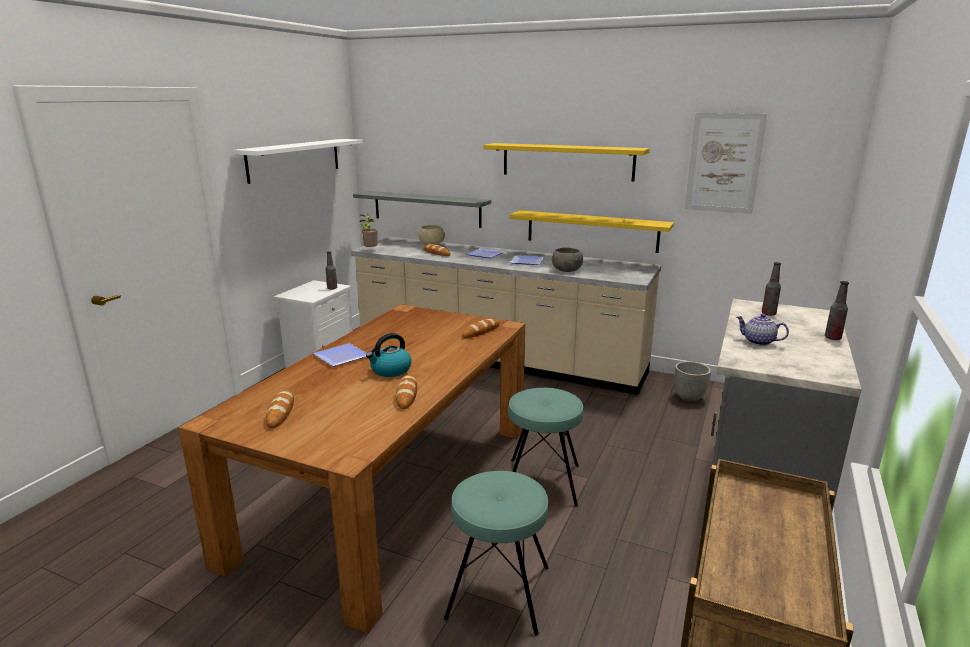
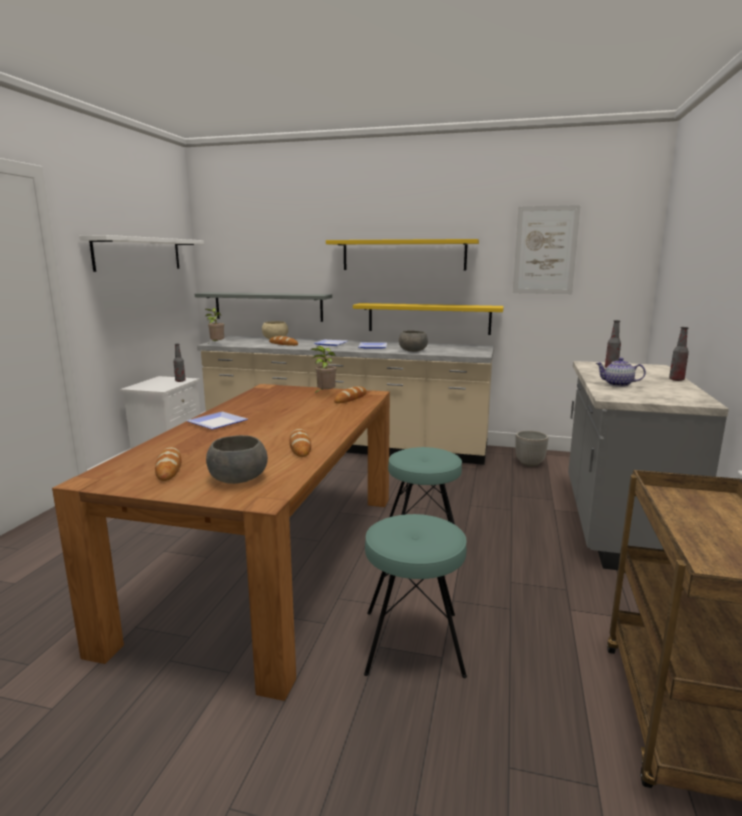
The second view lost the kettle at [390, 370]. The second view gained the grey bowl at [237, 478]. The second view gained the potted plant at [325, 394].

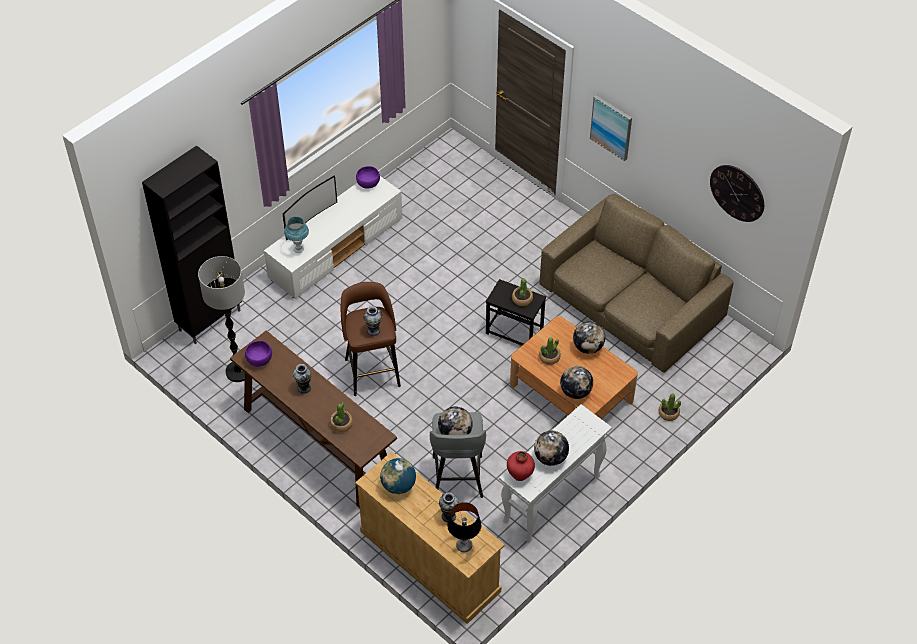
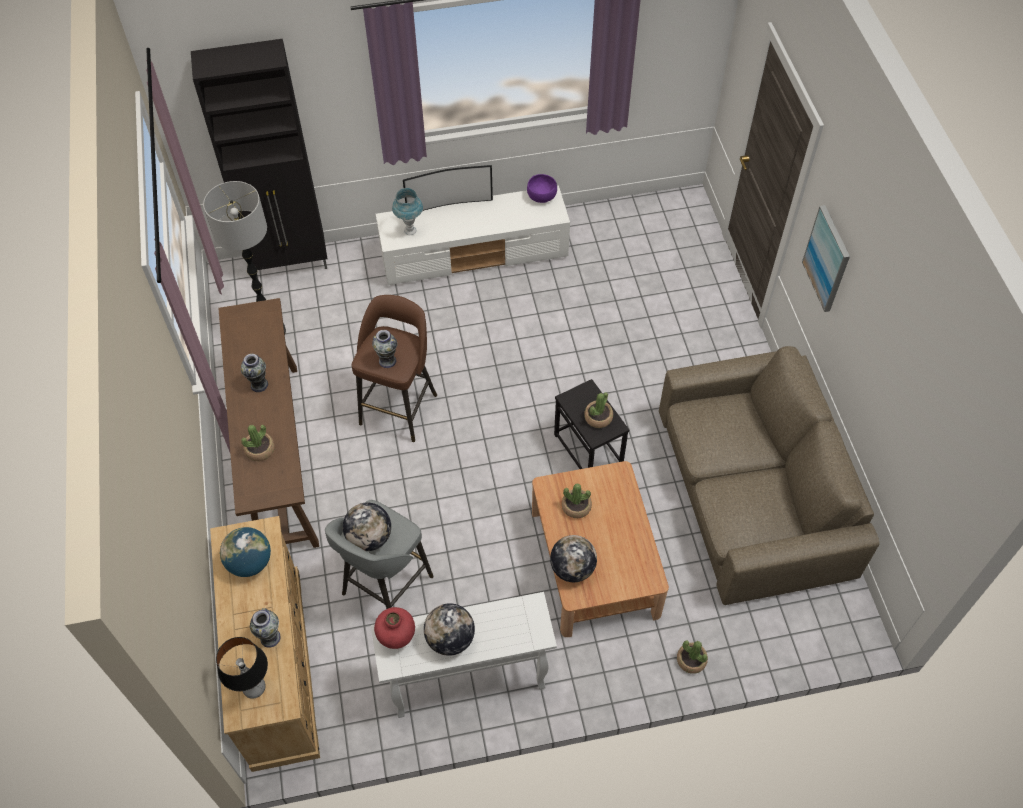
The second view lost the purple bowl at [260, 360]. The second view lost the globe at [588, 347]. The second view lost the wall clock at [737, 193].

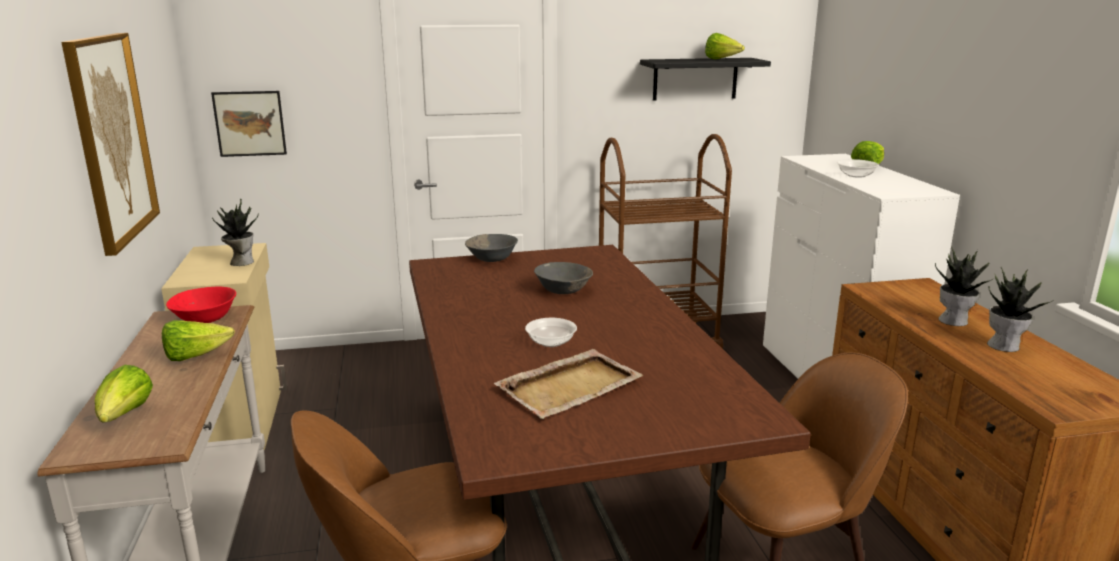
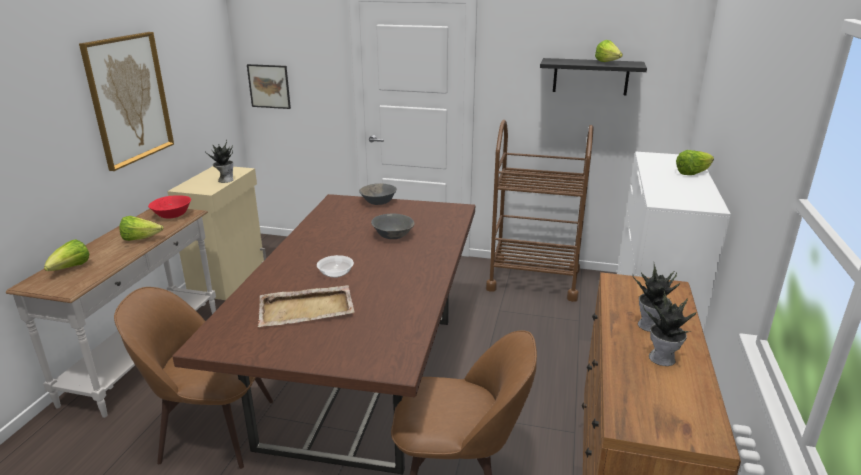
The second view lost the bowl at [856, 175].

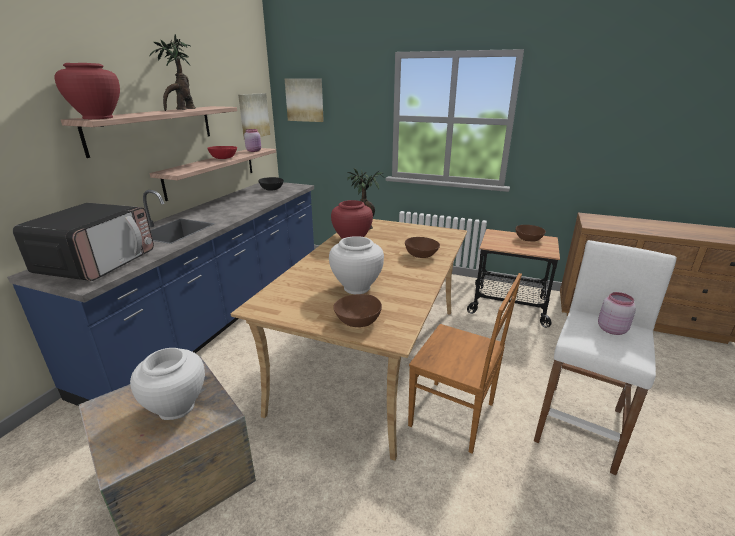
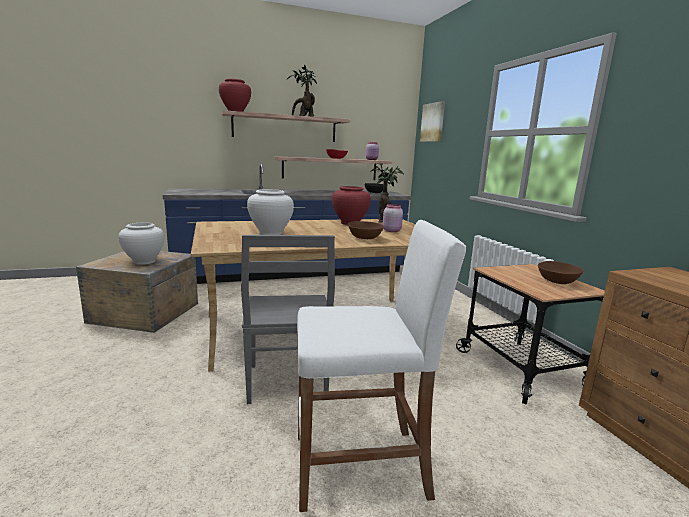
The second view lost the microwave at [98, 263]. The second view lost the picture at [253, 115]. The second view lost the brown bowl at [357, 321]. What was the brown chair at [454, 415] turned into the grey chair at [287, 383]. The pink jar ended up elsewhere, having gone from [610, 329] to [392, 231].

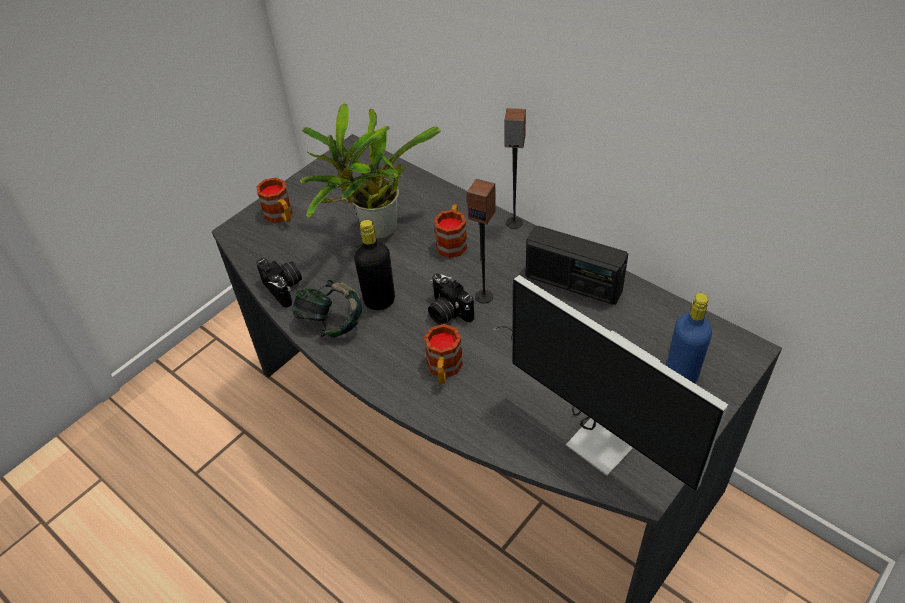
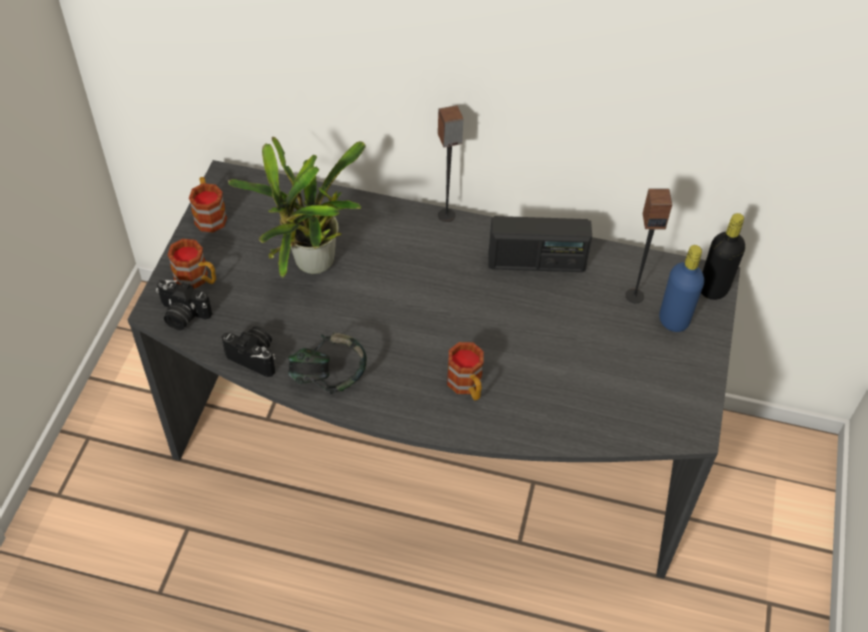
The black bottle ended up elsewhere, having gone from [379, 301] to [713, 289]. The photo camera ended up elsewhere, having gone from [447, 312] to [182, 315]. The mug ended up elsewhere, having gone from [452, 242] to [209, 215]. The speaker ended up elsewhere, having gone from [484, 296] to [634, 295]. The second view lost the monitor at [591, 423].

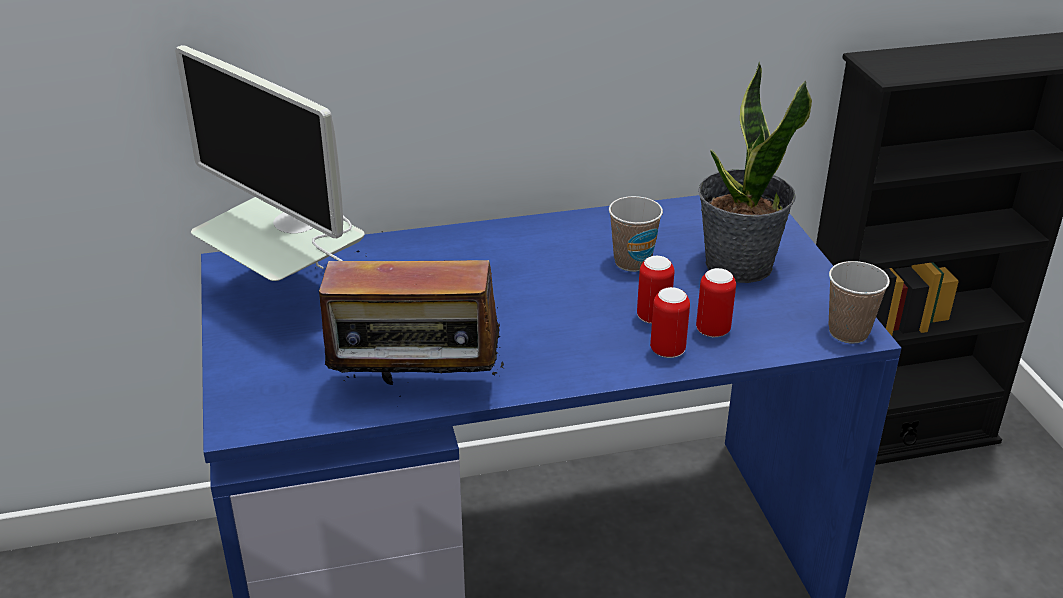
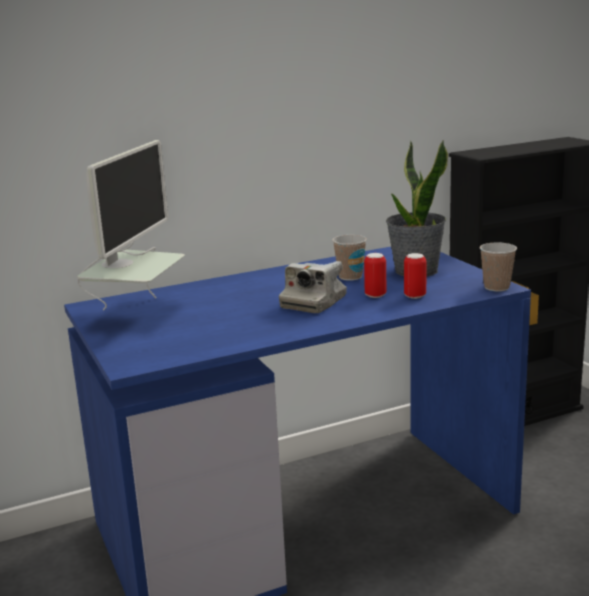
The monitor at [291, 296] ended up facing another way, 105 degrees counterclockwise from before. The second view lost the radio at [416, 392]. The second view lost the can at [667, 350]. The second view gained the photo camera at [314, 302].

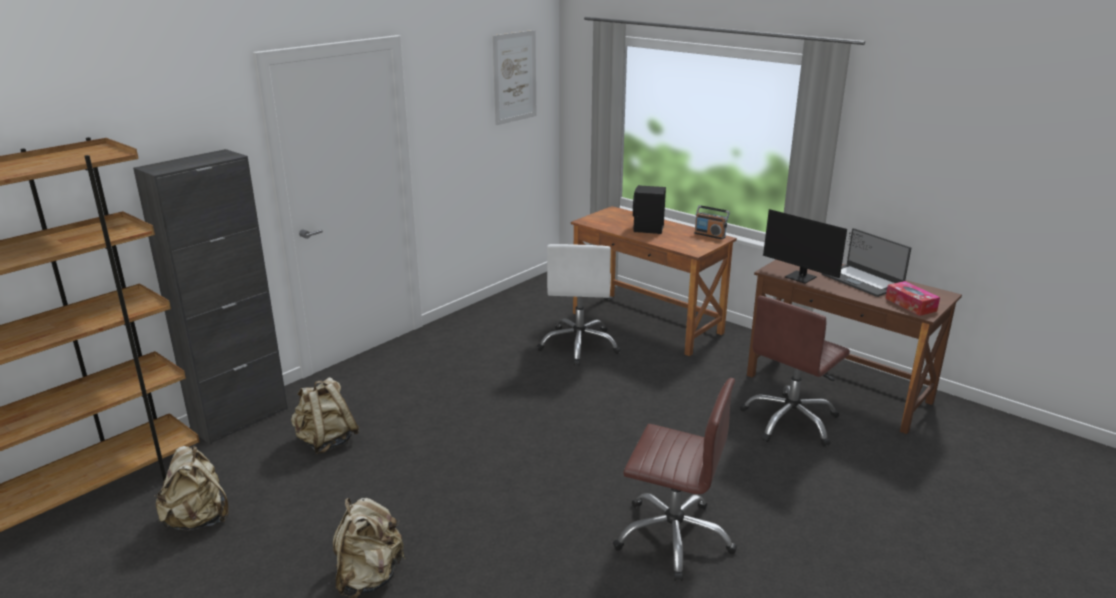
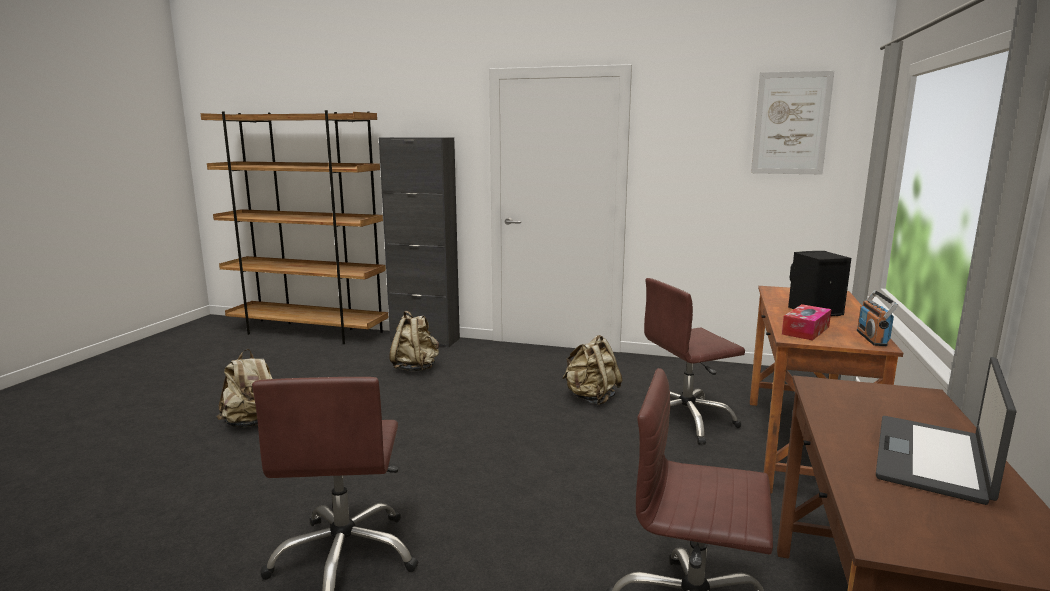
The beige backpack ended up elsewhere, having gone from [198, 520] to [591, 398]. What was the white office chair at [579, 345] turned into the brown office chair at [685, 421]. The second view lost the monitor at [804, 278]. The tissue box ended up elsewhere, having gone from [910, 305] to [805, 330].

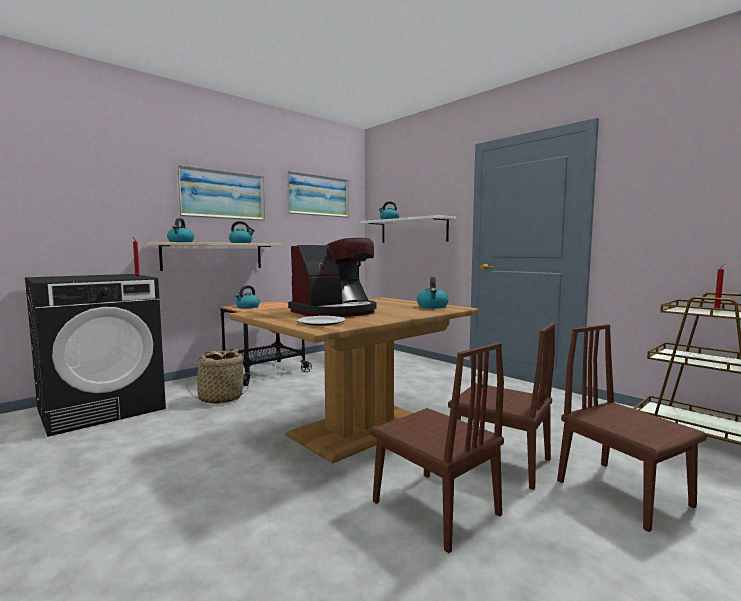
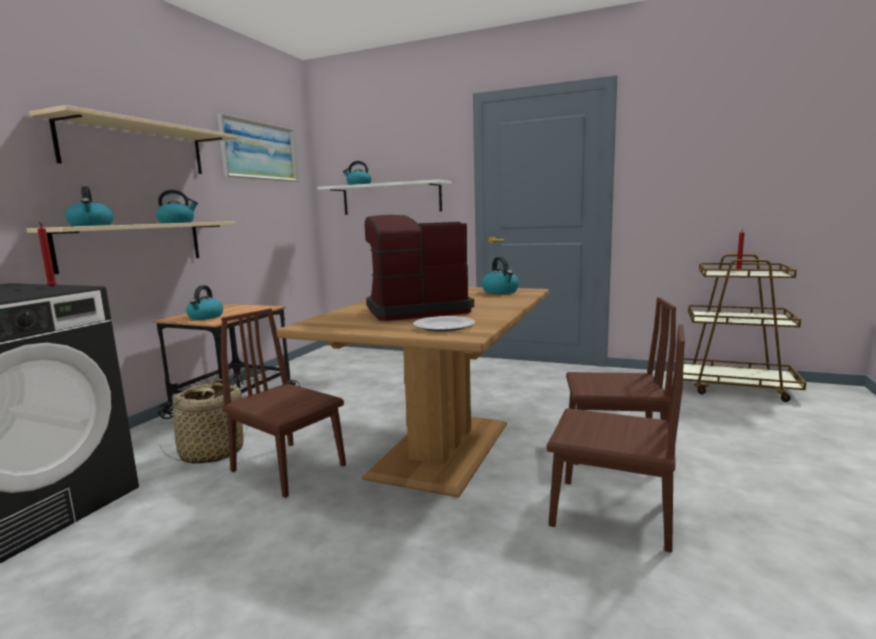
Where the picture hung at [222, 194], the beige shelf came to hang at [135, 148]. The coffee machine at [335, 312] ended up facing another way, 135 degrees counterclockwise from before. The brown chair ended up elsewhere, having gone from [623, 493] to [288, 468].

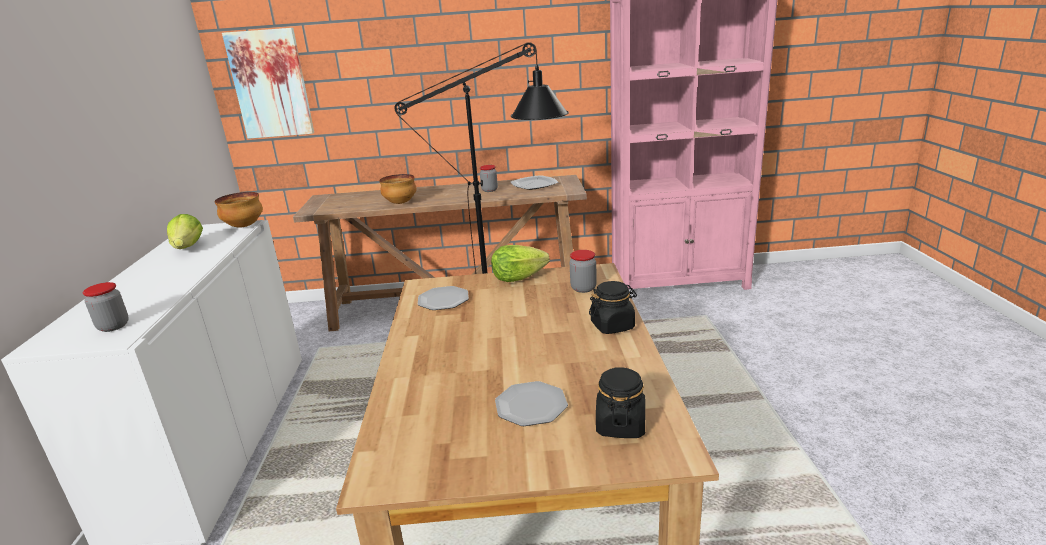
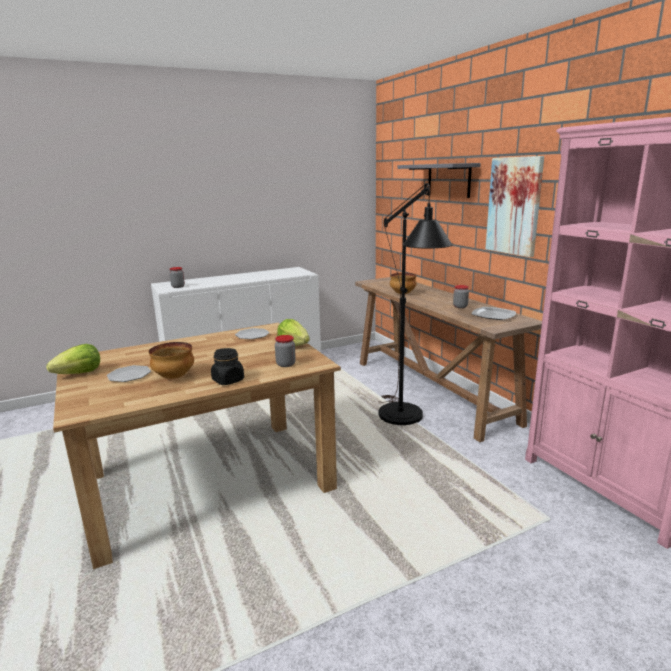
The lettuce ended up elsewhere, having gone from [188, 247] to [79, 374]. The bowl ended up elsewhere, having gone from [244, 226] to [174, 377]. The picture ended up elsewhere, having gone from [270, 84] to [514, 206]. The second view lost the black jar at [620, 425]. The second view gained the grey shelf at [448, 180].

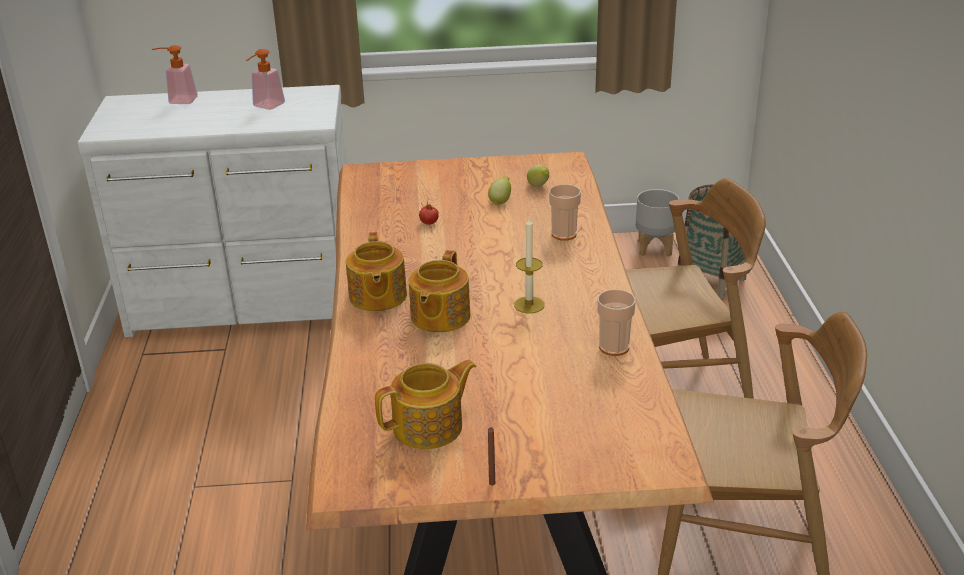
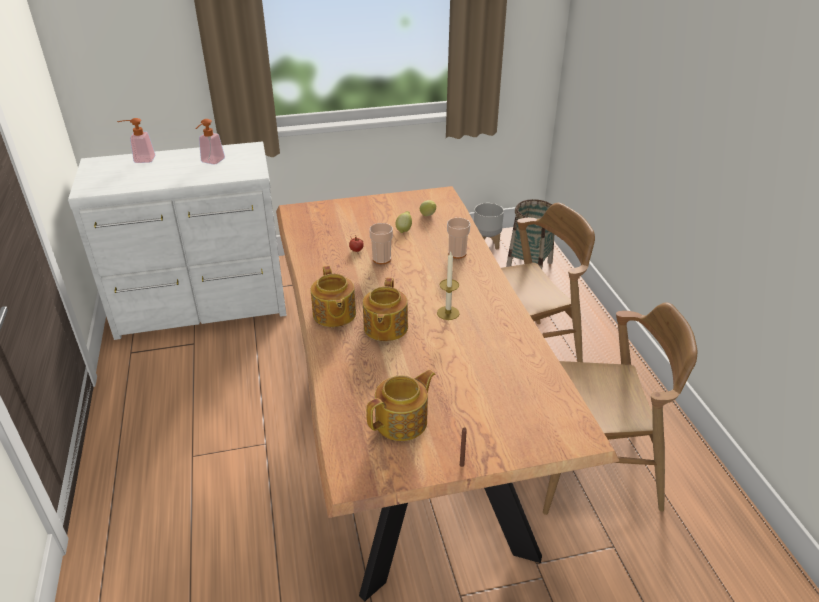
The cup ended up elsewhere, having gone from [614, 347] to [381, 259].

